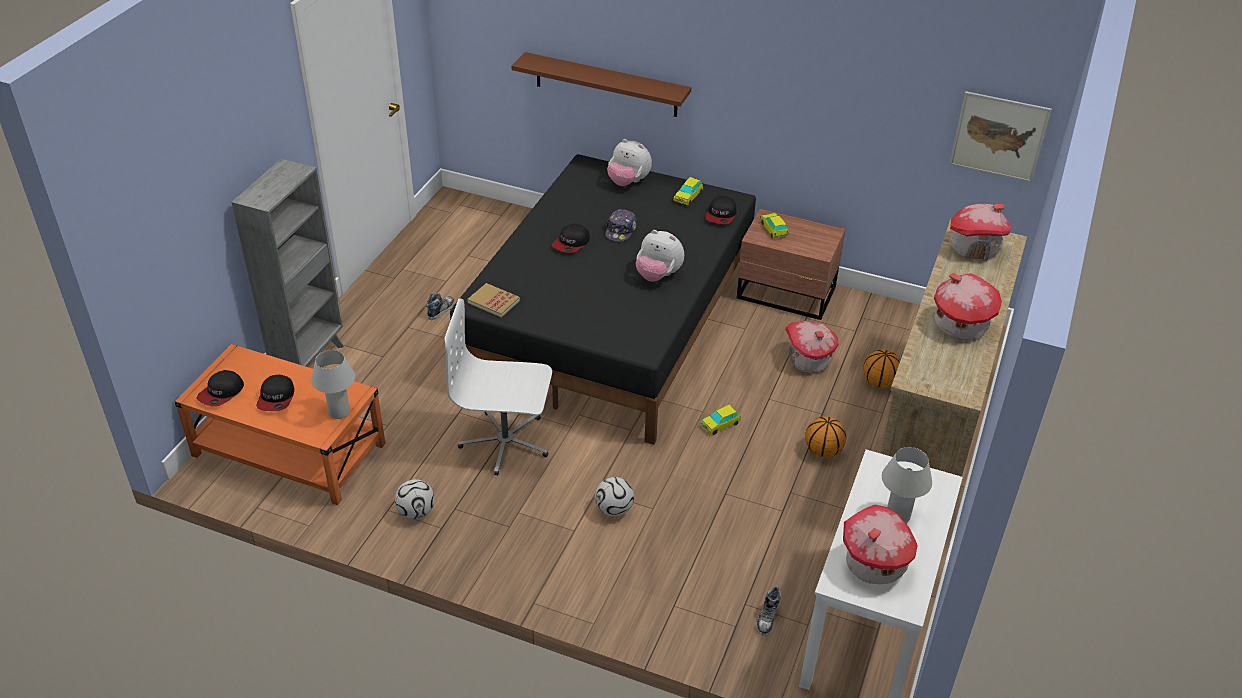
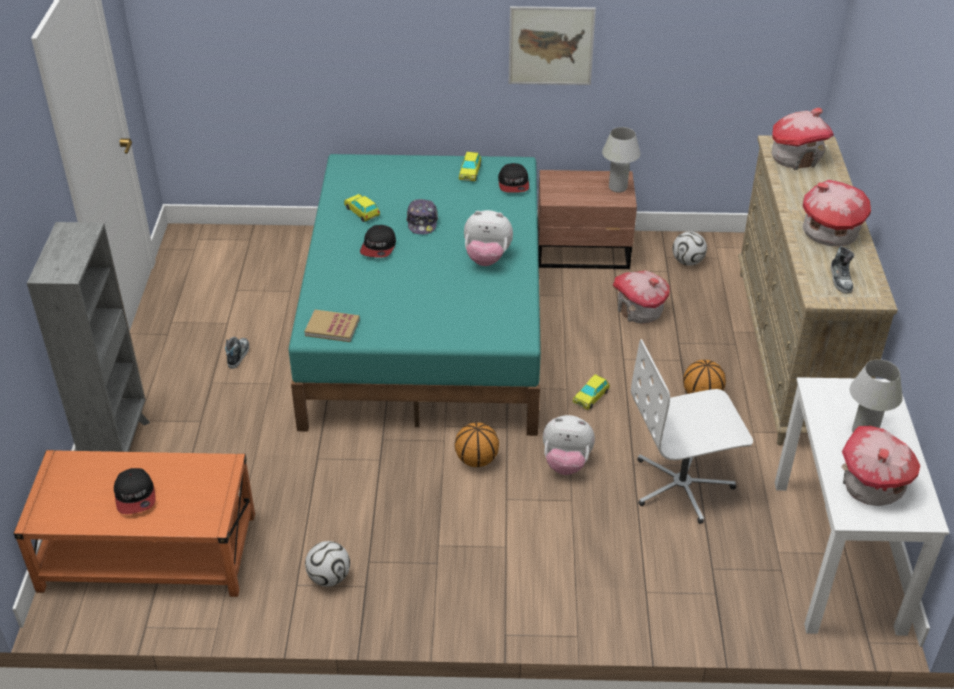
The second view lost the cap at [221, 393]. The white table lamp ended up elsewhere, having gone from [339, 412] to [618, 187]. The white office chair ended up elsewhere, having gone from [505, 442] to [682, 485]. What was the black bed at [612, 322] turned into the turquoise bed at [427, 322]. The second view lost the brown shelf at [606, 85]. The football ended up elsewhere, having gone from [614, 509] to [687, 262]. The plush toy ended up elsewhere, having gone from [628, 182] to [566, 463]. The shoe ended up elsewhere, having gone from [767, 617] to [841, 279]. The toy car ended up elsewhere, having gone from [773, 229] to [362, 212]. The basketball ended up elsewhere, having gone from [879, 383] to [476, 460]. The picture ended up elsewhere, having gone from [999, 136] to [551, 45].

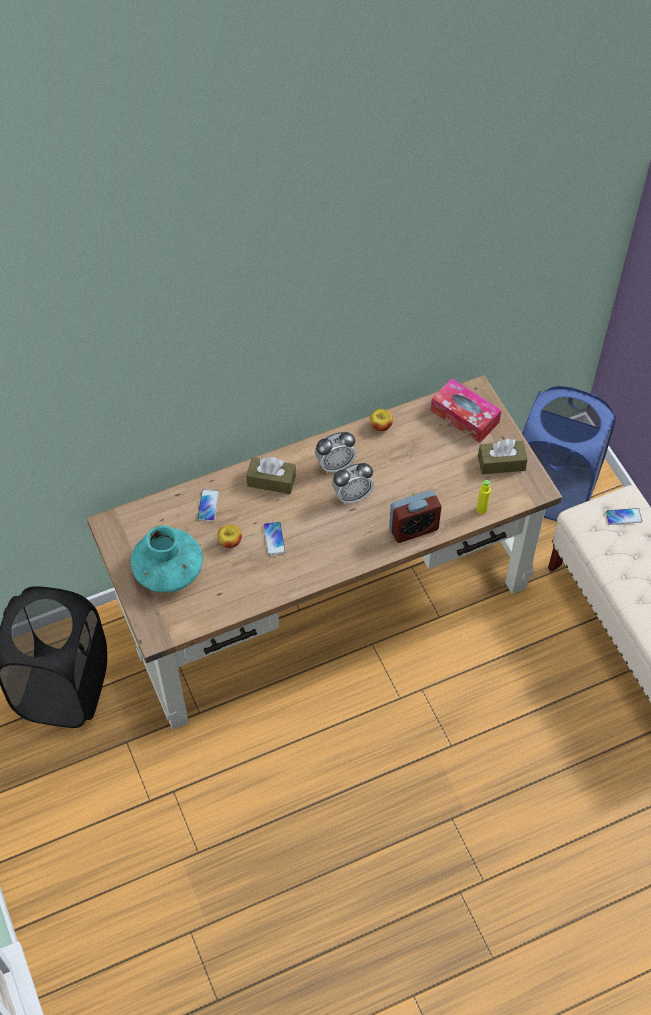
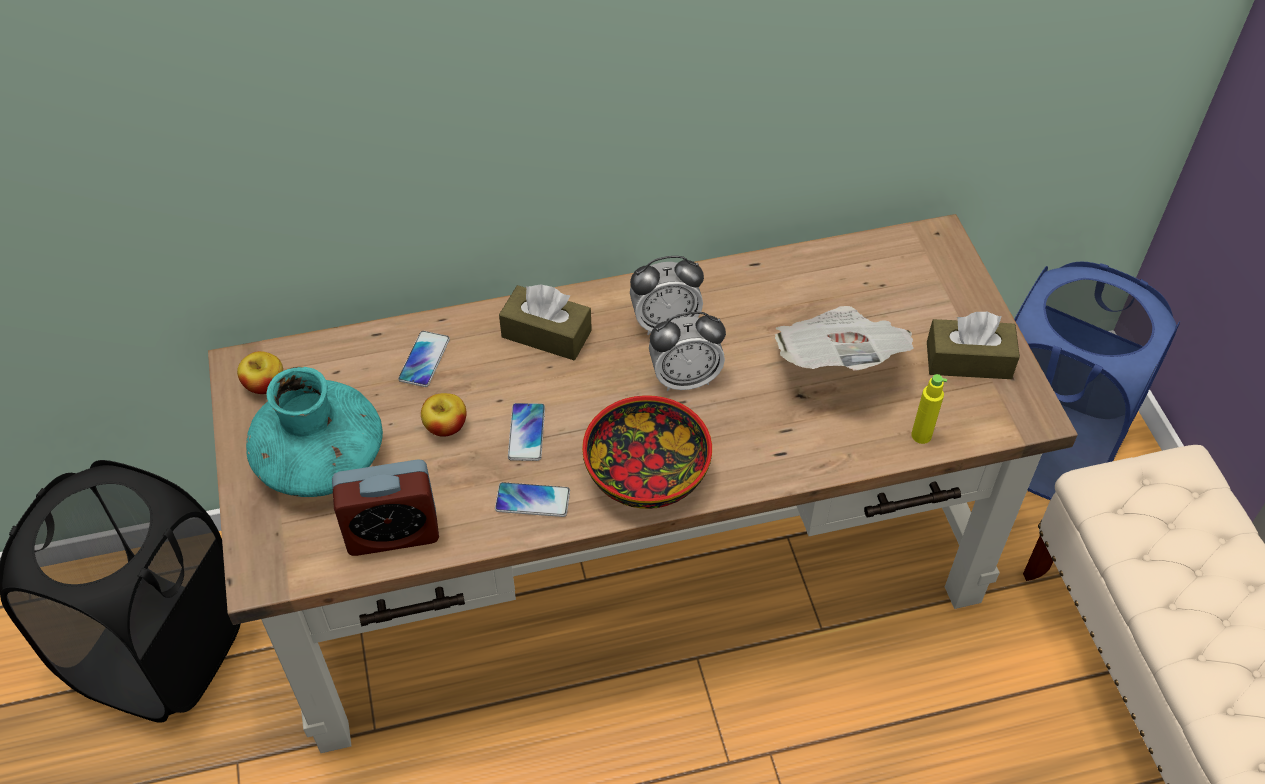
The apple ended up elsewhere, having gone from [381, 426] to [265, 385]. The alarm clock ended up elsewhere, having gone from [413, 528] to [392, 533]. The second view lost the tissue box at [464, 416]. The phone ended up elsewhere, having gone from [623, 517] to [532, 500]. The second view gained the bowl at [646, 472]. The second view gained the newspaper at [837, 361].

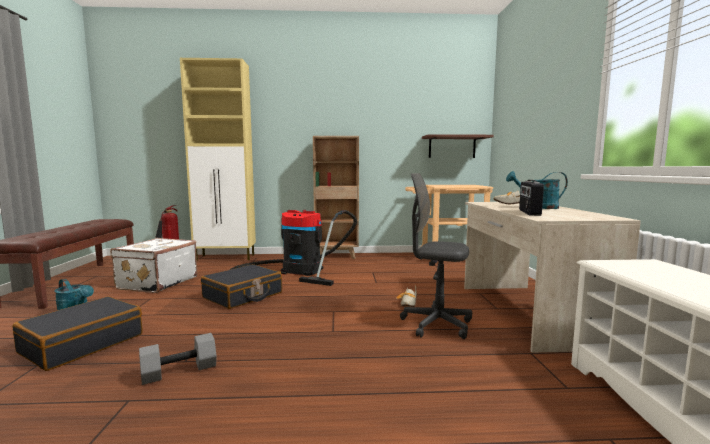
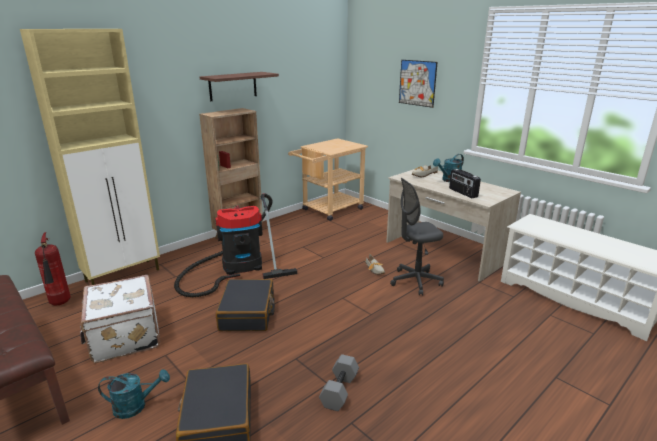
The shelf ended up elsewhere, having gone from [452, 147] to [233, 86]. The second view gained the picture at [417, 83].

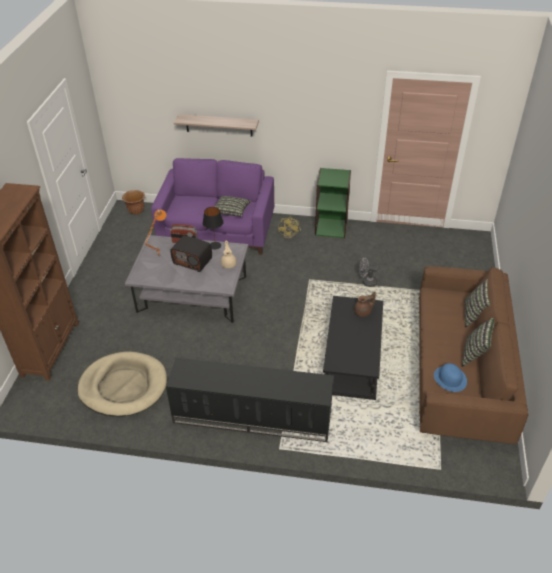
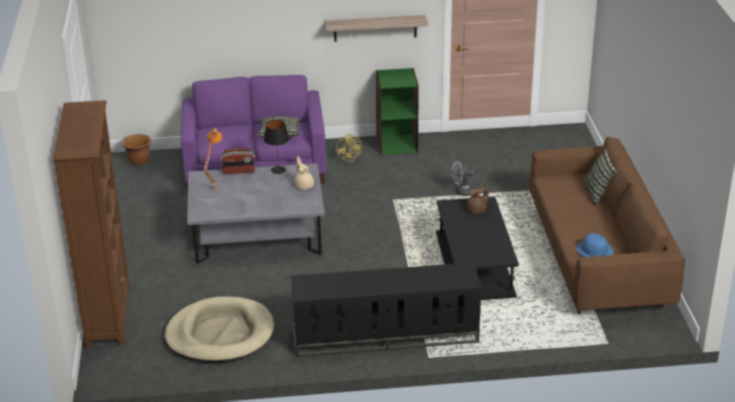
The second view lost the radio at [193, 261]. The shelf ended up elsewhere, having gone from [219, 125] to [375, 28]. The second view lost the pillow at [475, 354].

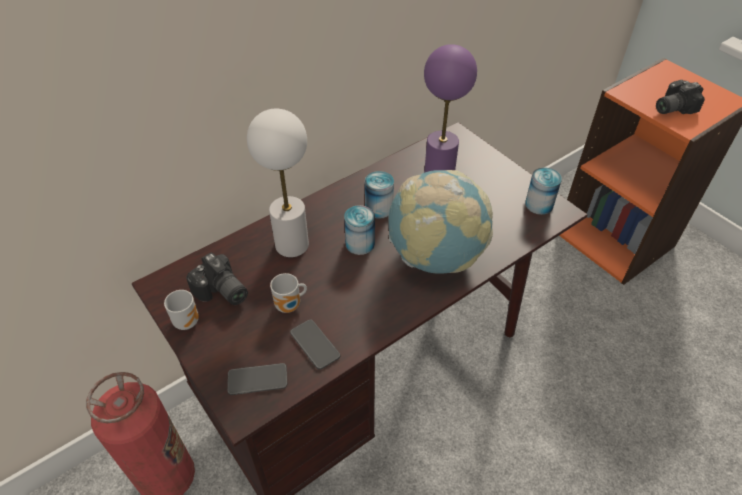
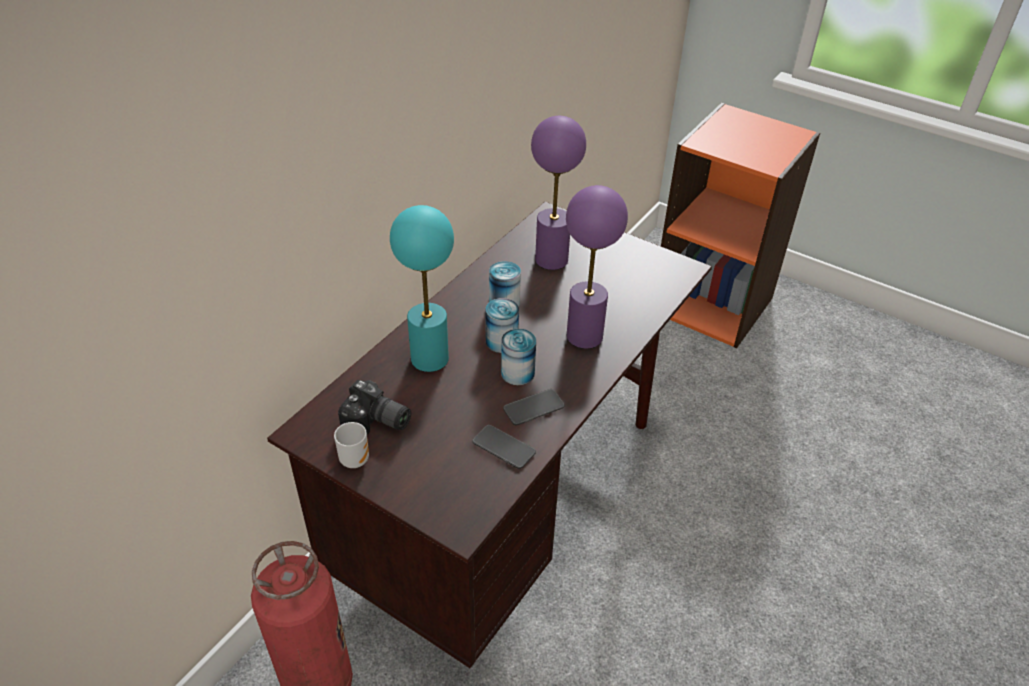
The phone ended up elsewhere, having gone from [257, 379] to [533, 408]. What was the white table lamp at [292, 245] turned into the turquoise table lamp at [430, 358]. The second view lost the mug at [290, 306]. Where the globe stood at [435, 256], the purple table lamp came to stand at [584, 336]. The can ended up elsewhere, having gone from [539, 204] to [517, 373]. The second view lost the photo camera at [671, 107].

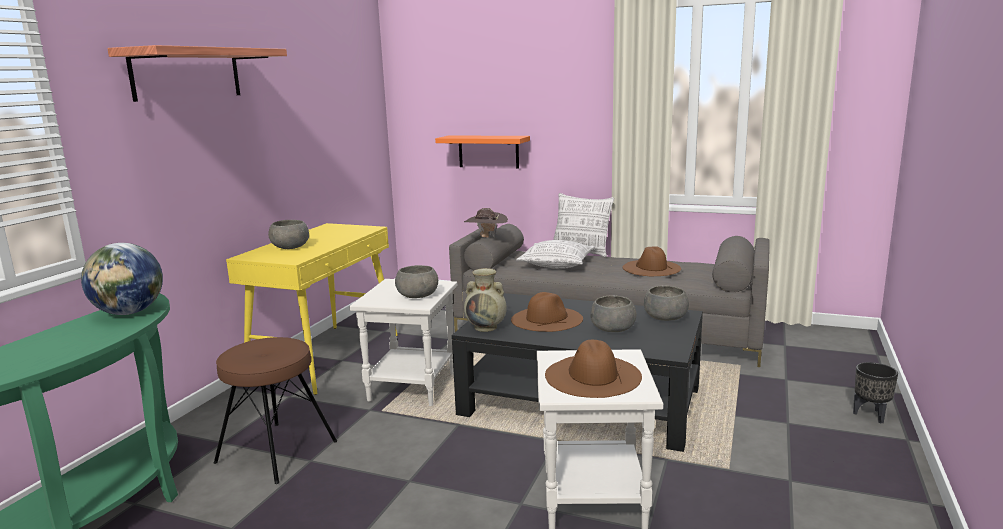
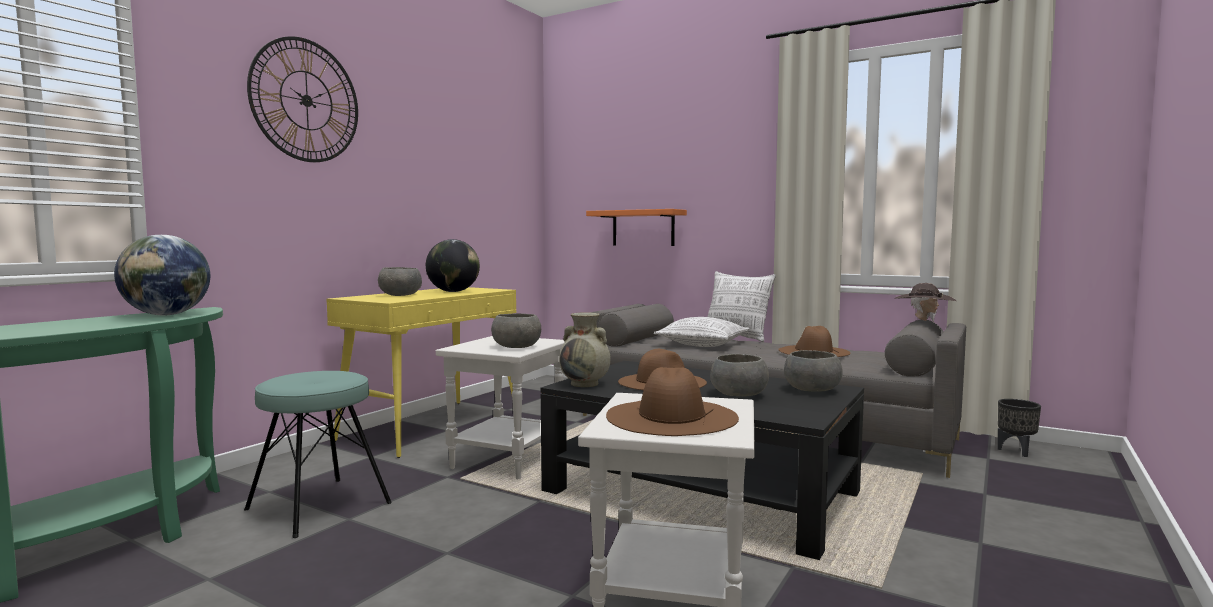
Where the shelf hung at [187, 74], the wall clock came to hang at [306, 100]. What was the brown stool at [277, 452] turned into the turquoise stool at [319, 506]. The brown hat ended up elsewhere, having gone from [486, 237] to [923, 321]. The black planter ended up elsewhere, having gone from [871, 415] to [1016, 451]. The second view gained the globe at [453, 291].

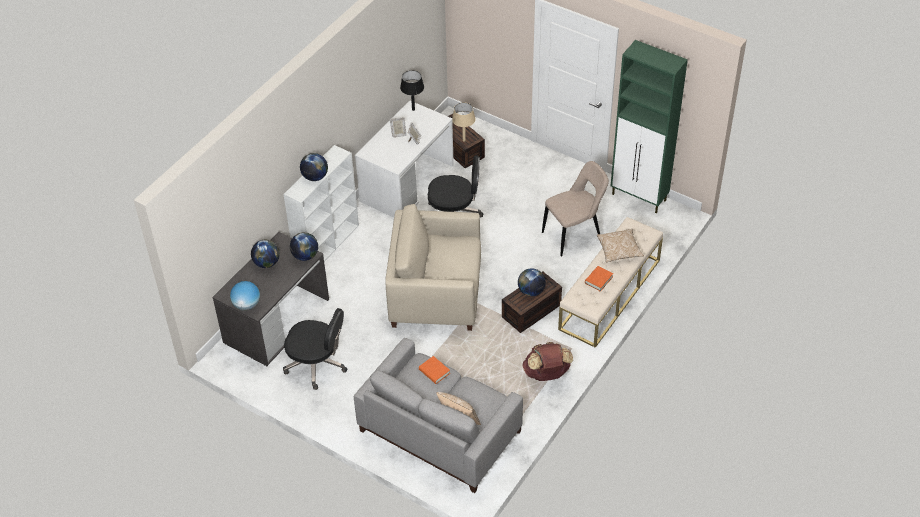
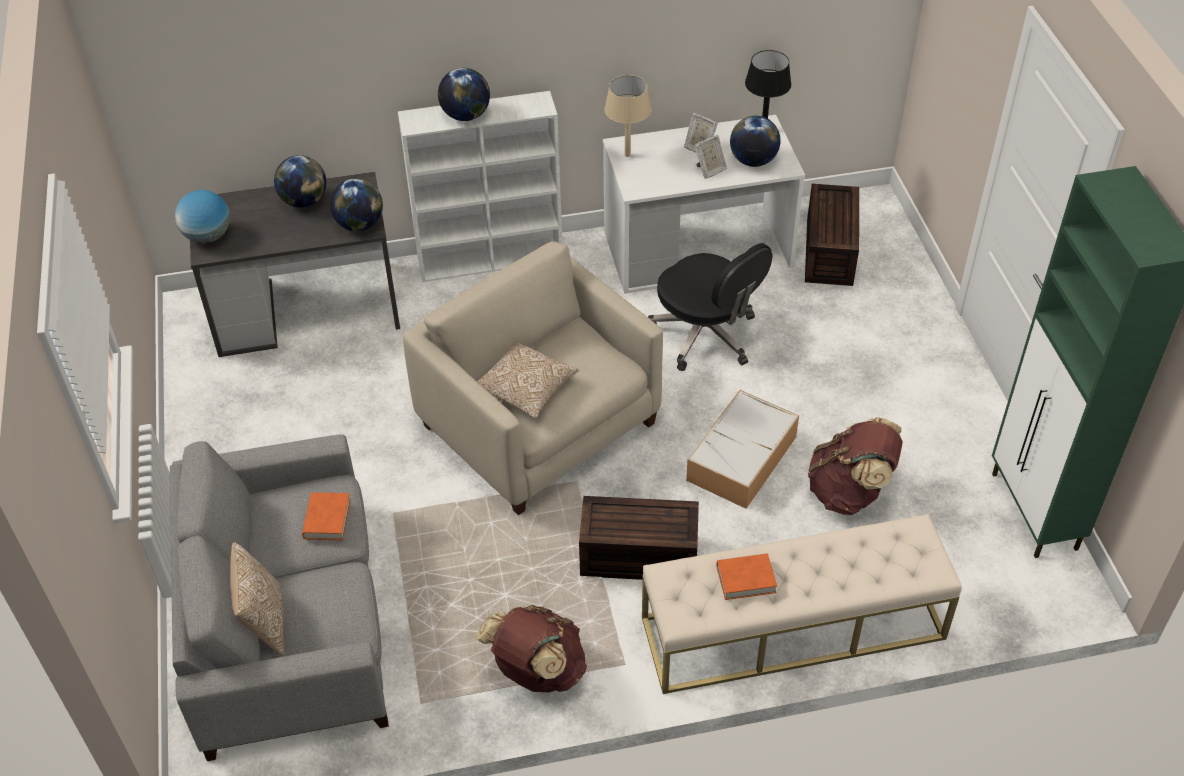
The second view lost the black office chair at [317, 364]. The beige table lamp ended up elsewhere, having gone from [464, 140] to [627, 155]. The globe ended up elsewhere, having gone from [531, 291] to [753, 161]. Where the beige chair stood at [574, 235], the brown backpack came to stand at [849, 492]. The pillow ended up elsewhere, having gone from [619, 250] to [526, 389]. The second view gained the storage box at [741, 460].

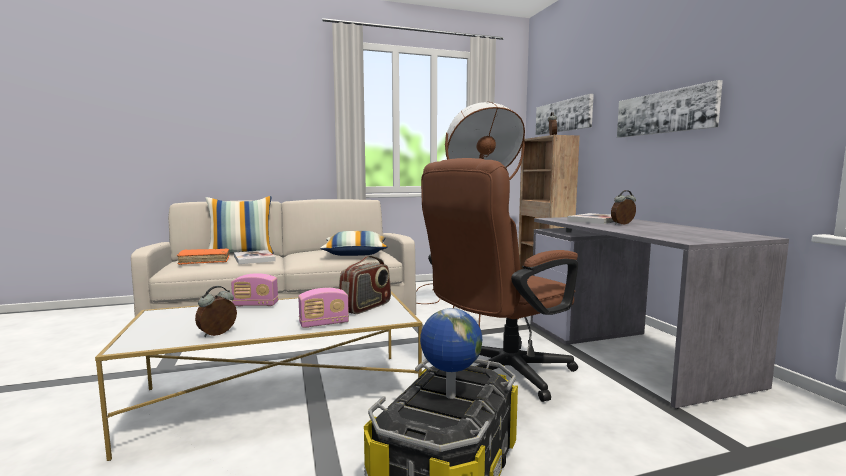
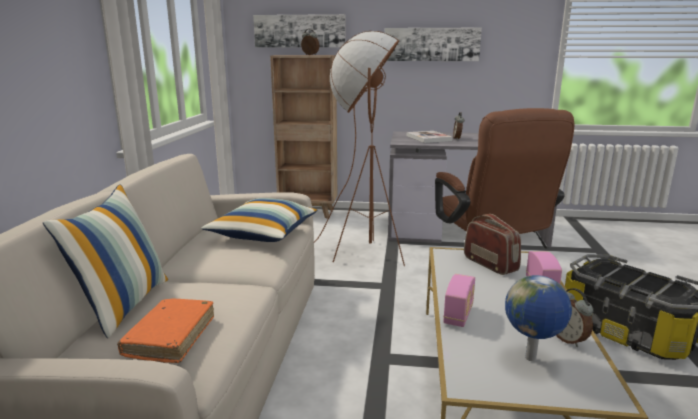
The second view lost the book at [254, 259]. The globe ended up elsewhere, having gone from [449, 396] to [531, 359].

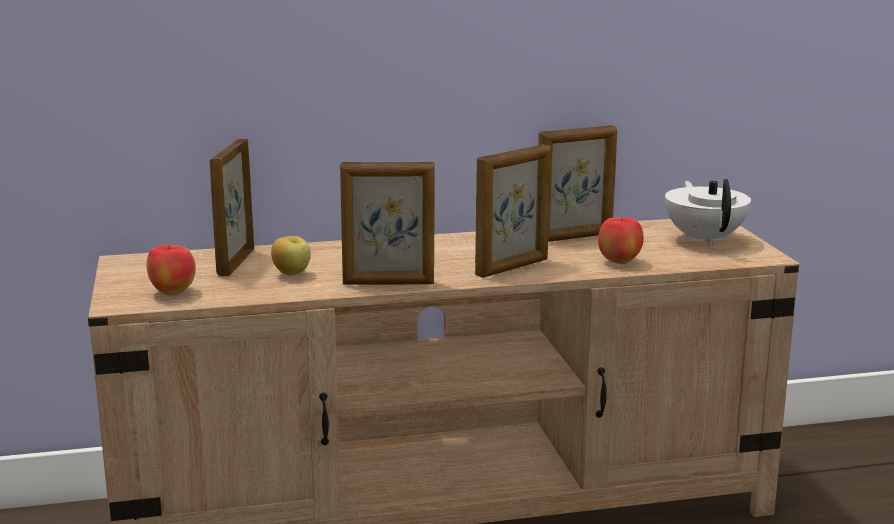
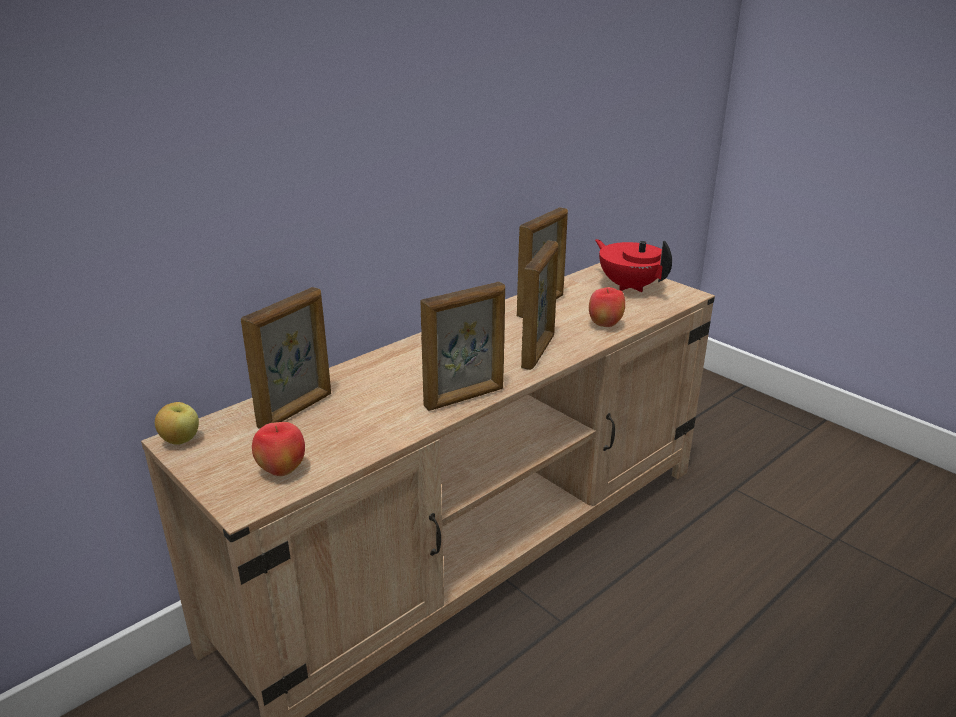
The picture frame at [235, 262] ended up facing another way, 120 degrees counterclockwise from before. The apple ended up elsewhere, having gone from [292, 274] to [181, 440]. What was the white teapot at [705, 239] turned into the red teapot at [629, 286].

